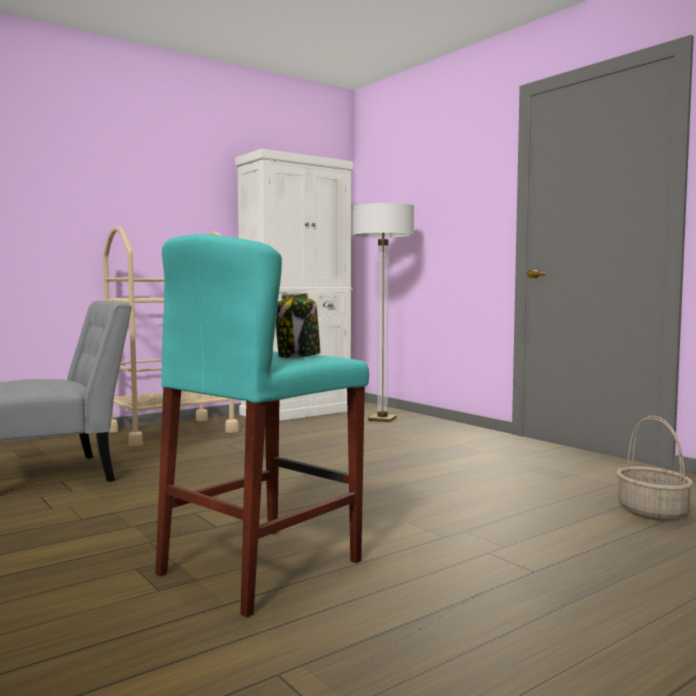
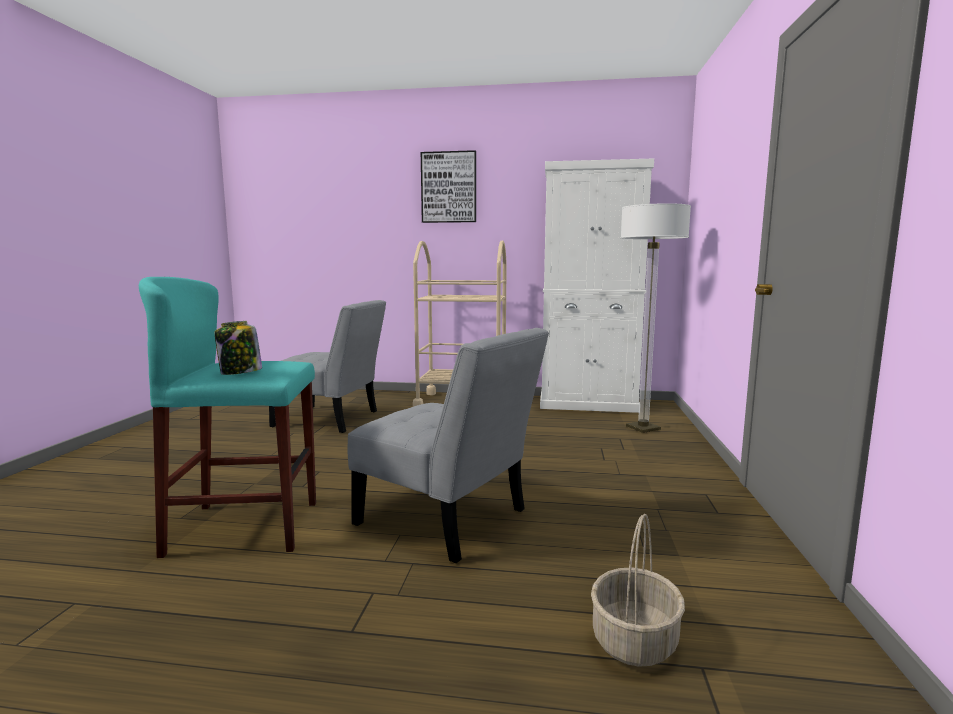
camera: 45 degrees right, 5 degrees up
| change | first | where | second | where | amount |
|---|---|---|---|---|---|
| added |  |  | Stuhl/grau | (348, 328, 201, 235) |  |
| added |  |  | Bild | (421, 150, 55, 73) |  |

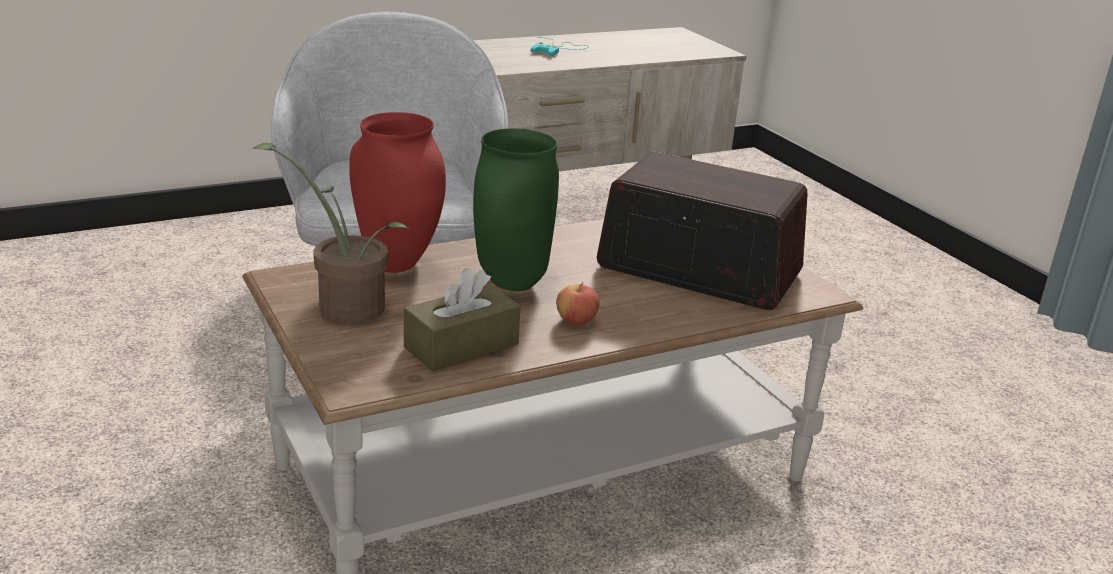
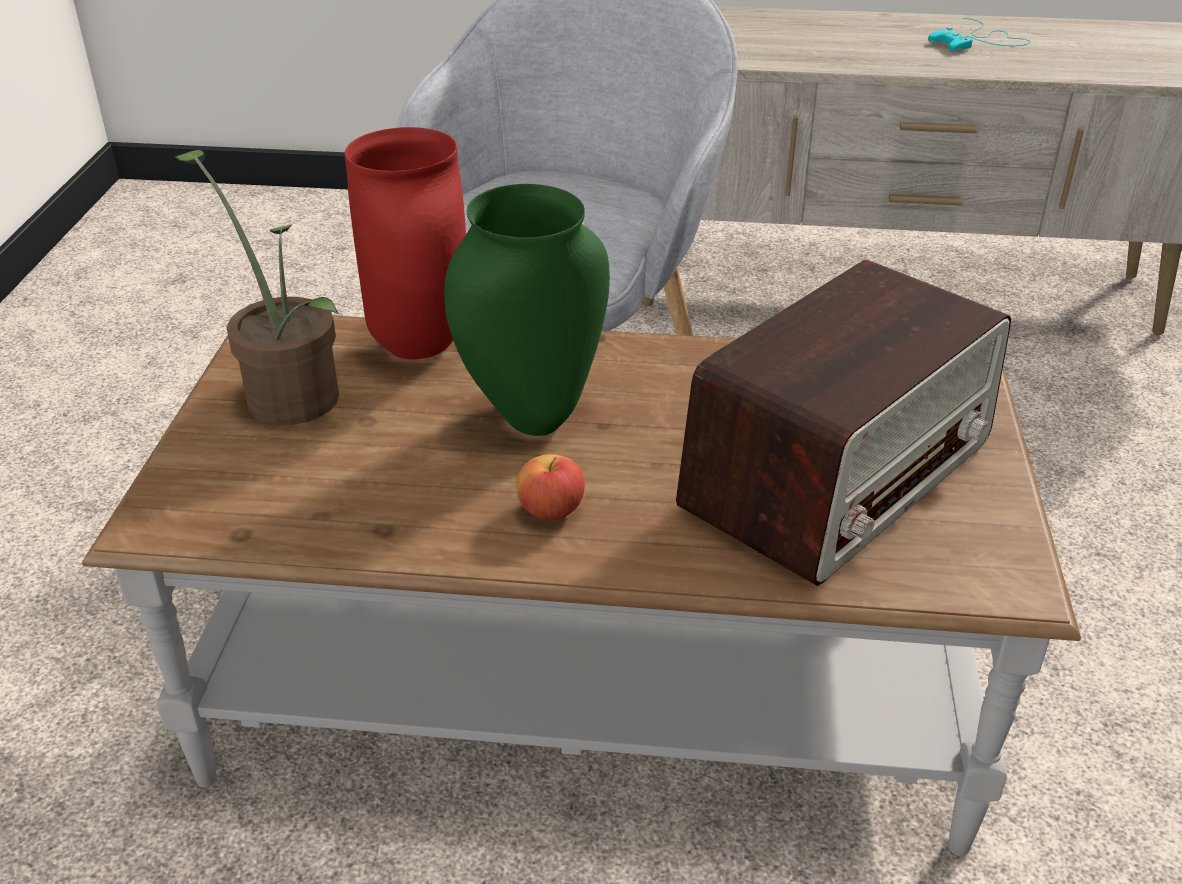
camera: 35 degrees right, 10 degrees up
| change | first | where | second | where | amount |
|---|---|---|---|---|---|
| removed | Taschentuchbox/braun | (404, 268, 117, 103) |  |  |  |
| turned | Radio | (597, 152, 211, 158) |  | (676, 260, 335, 326) | 75 degrees clockwise |

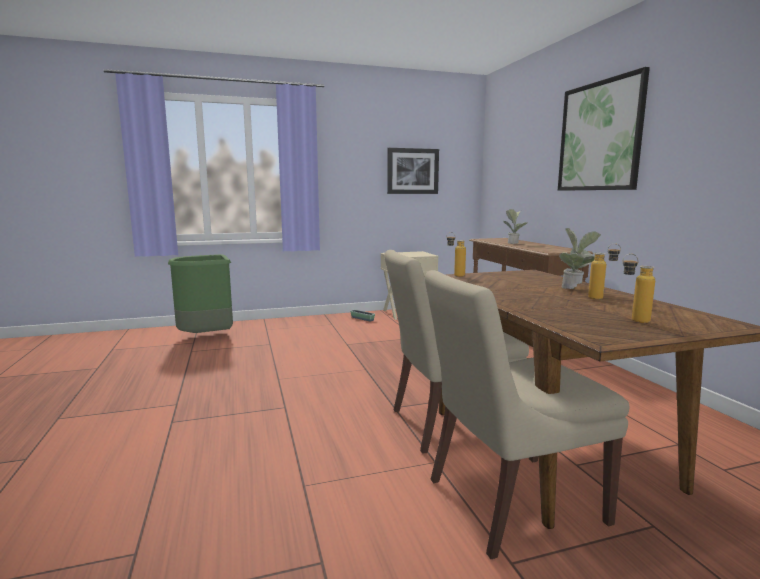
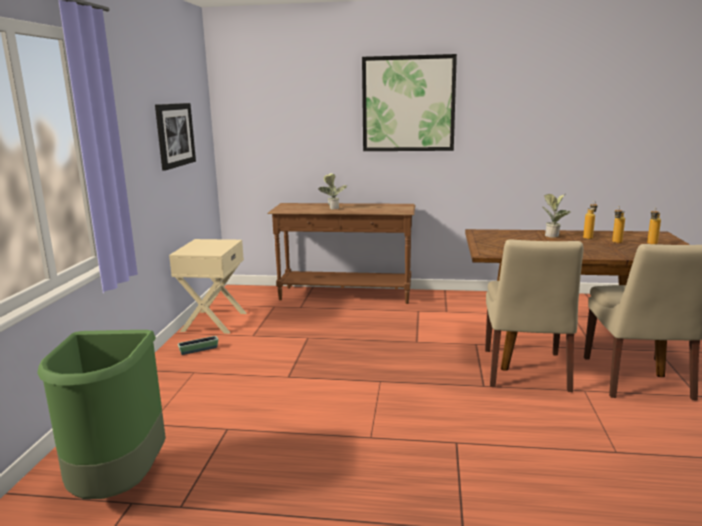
camera: 65 degrees left, 5 degrees up
| change | first | where | second | where | amount |
|---|---|---|---|---|---|
| moved | Flasche | (446, 232, 20, 45) |  | (612, 206, 13, 37) |  |

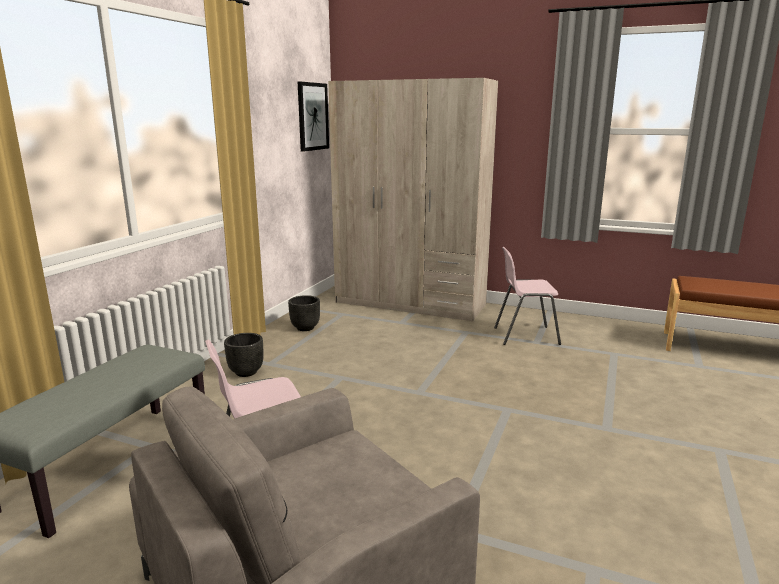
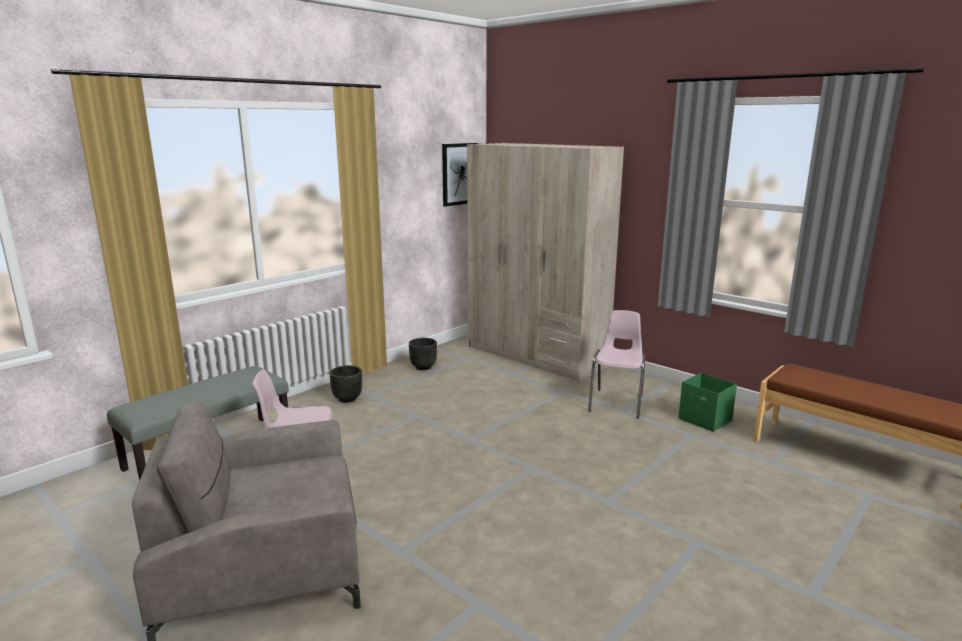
camera: 20 degrees right, 0 degrees up
| change | first | where | second | where | amount |
|---|---|---|---|---|---|
| added |  |  | Aufbewahrungsbox/grün | (678, 372, 59, 60) |  |
| turned | Stuhl/rosa | (494, 247, 67, 98) |  | (588, 310, 58, 108) | 90 degrees clockwise |

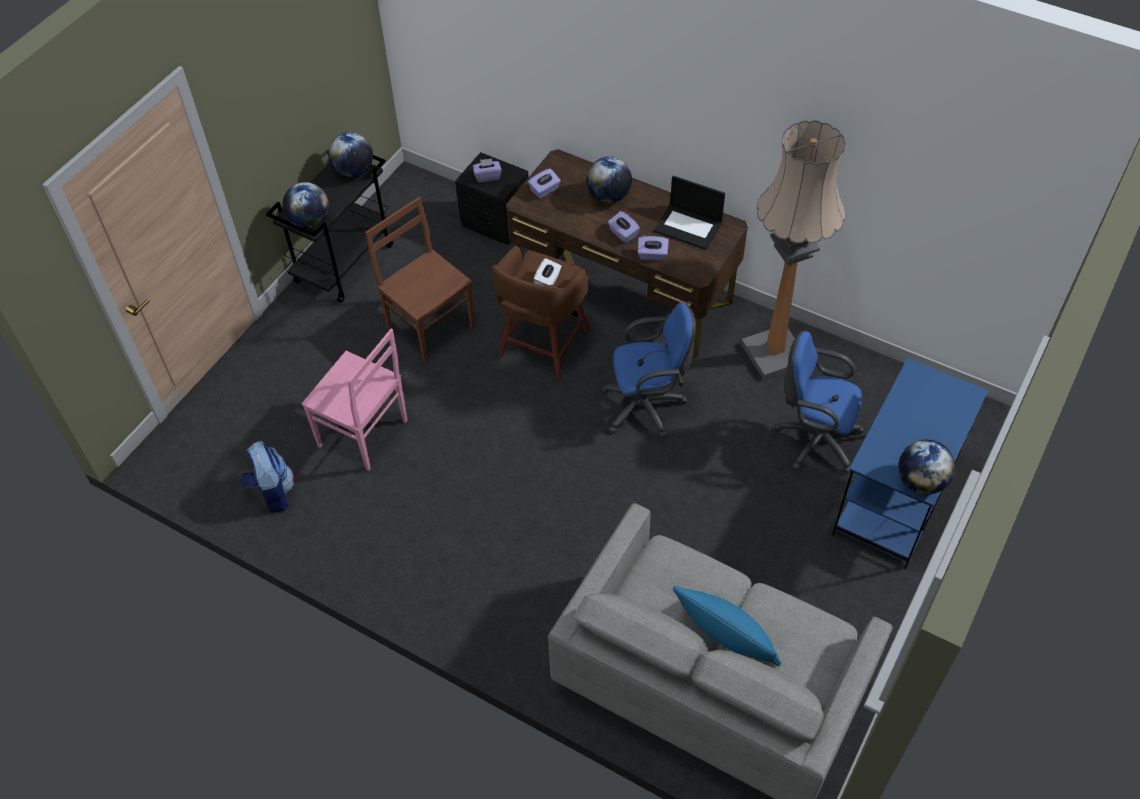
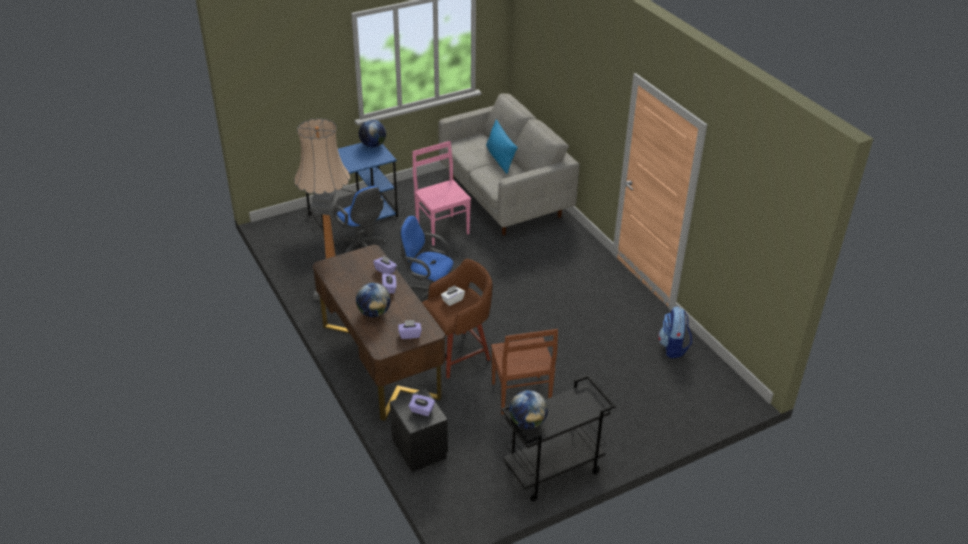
camera: 150 degrees left, 15 degrees down
| change | first | where | second | where | amount |
|---|---|---|---|---|---|
| removed | Globus | (282, 182, 47, 47) |  |  |  |
| removed | Laptop | (654, 176, 71, 74) |  |  |  |
| moved | Stuhl/rosa | (301, 328, 107, 143) |  | (412, 141, 59, 105) |  |

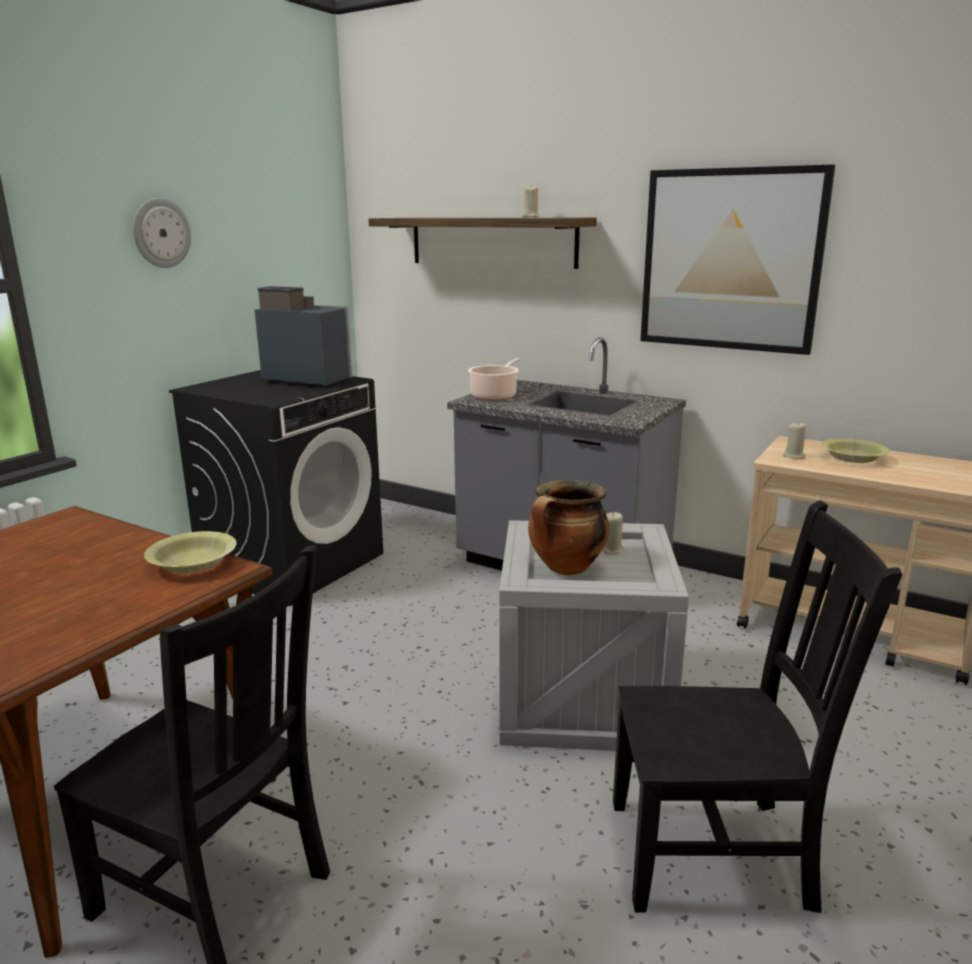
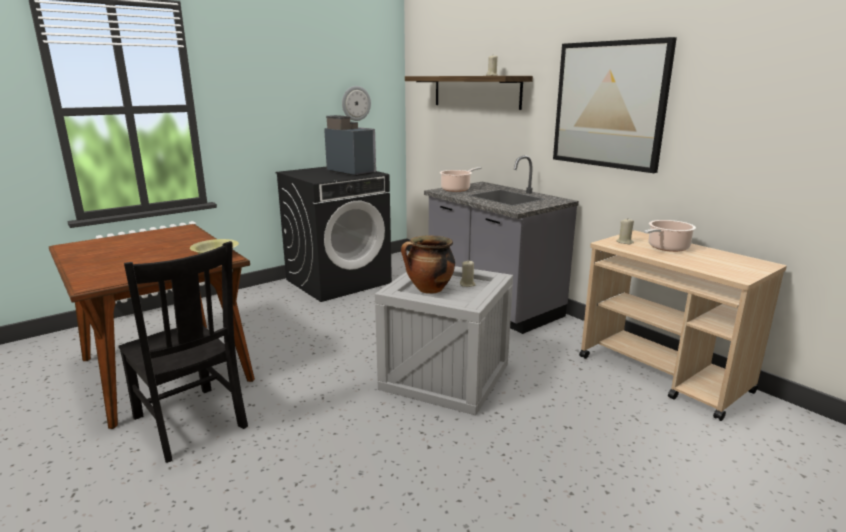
camera: 20 degrees right, 0 degrees up
| change | first | where | second | where | amount |
|---|---|---|---|---|---|
| removed | Stuhl/schwarz | (613, 501, 289, 412) |  |  |  |
| moved | Wanduhr | (133, 198, 58, 70) |  | (342, 86, 29, 35) |  |
| replaced | Schüssel/gelb | (821, 438, 69, 25) | Kochtopf | (644, 220, 52, 32) |  |

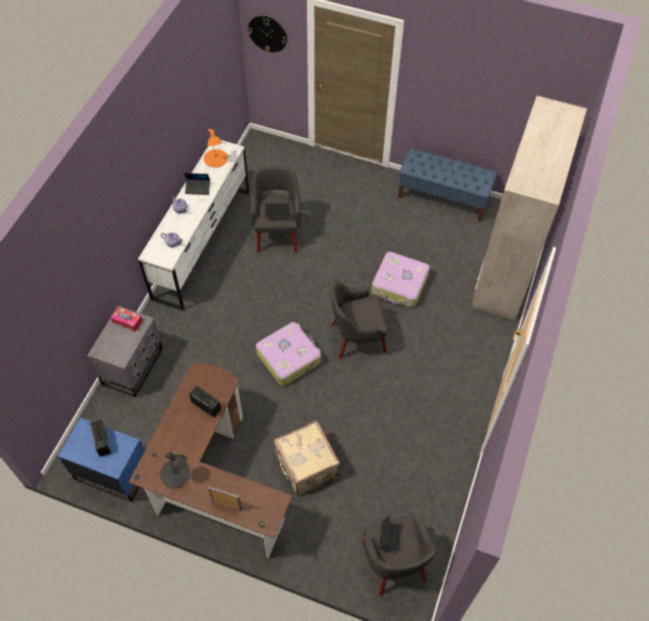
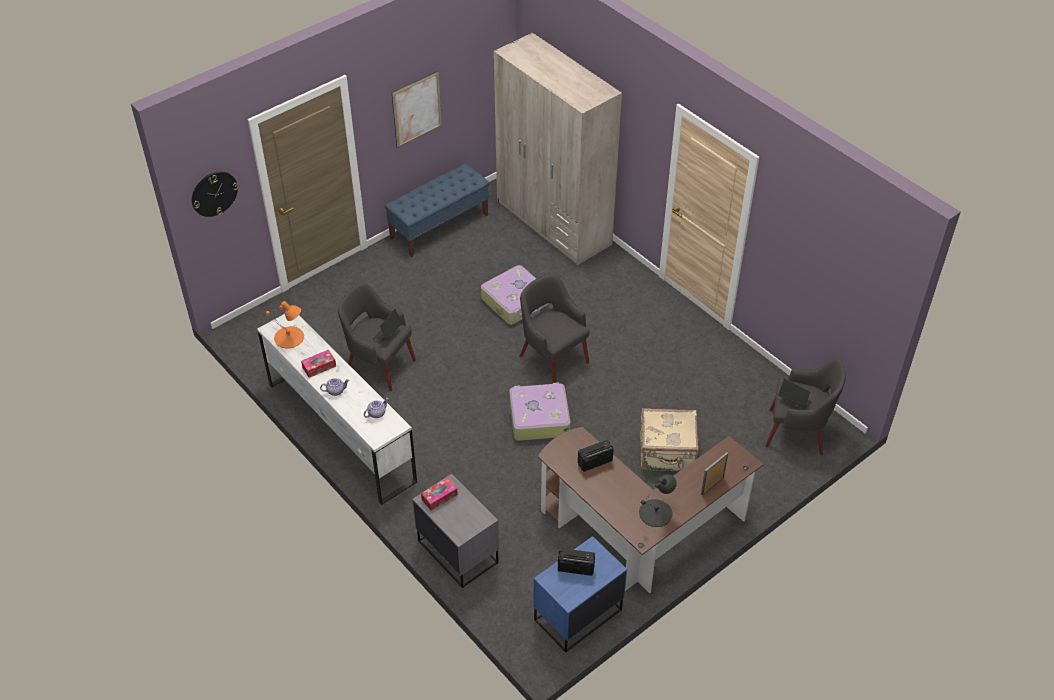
camera: 60 degrees left, 10 degrees down
| change | first | where | second | where | amount |
|---|---|---|---|---|---|
| added |  |  | Bild | (392, 71, 50, 77) |  |
| replaced | Laptop | (184, 173, 26, 22) | Taschentuchbox | (301, 350, 35, 28) |  |
| turned | Sessel/grau | (331, 280, 56, 79) |  | (520, 274, 69, 109) | 120 degrees clockwise |

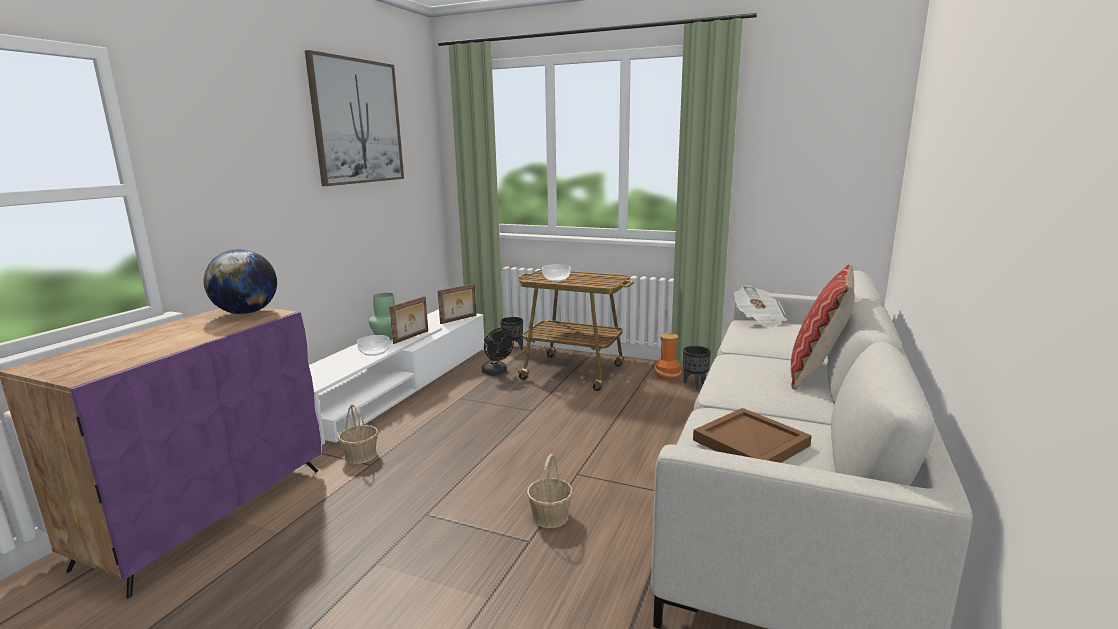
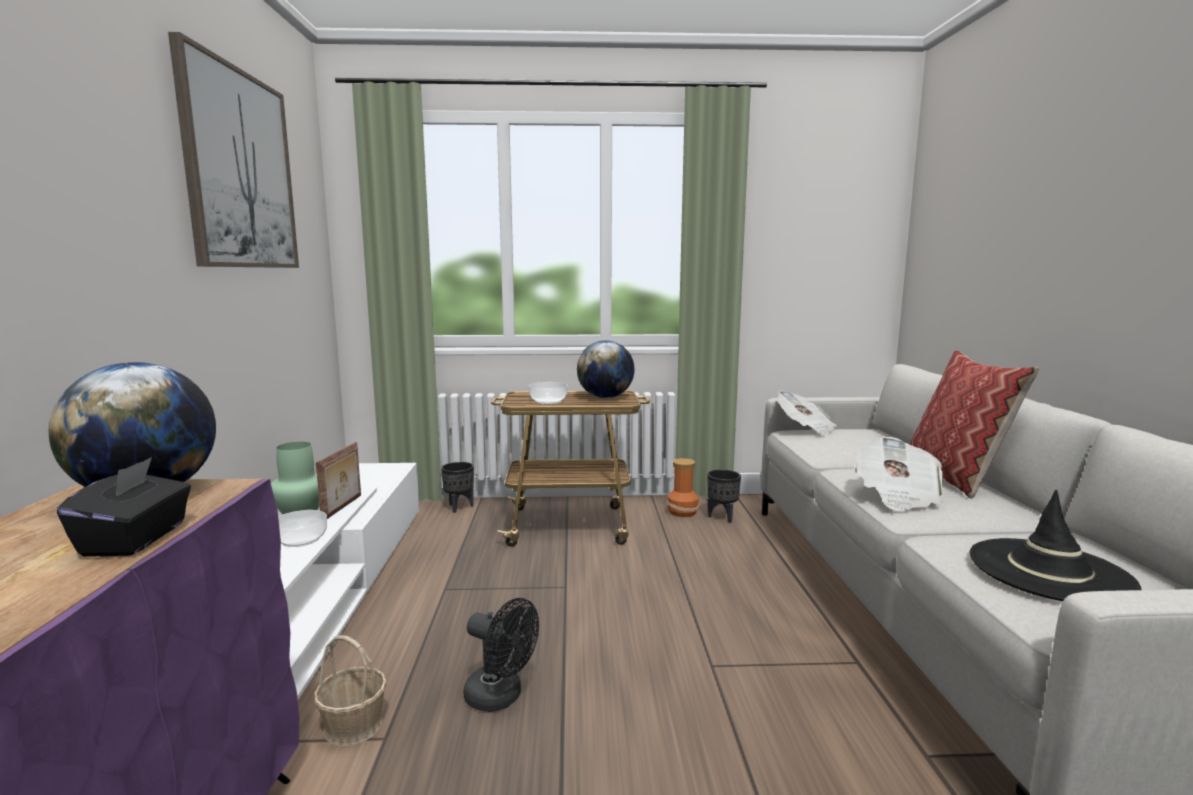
camera: 25 degrees left, 5 degrees down
| change | first | where | second | where | amount |
|---|---|---|---|---|---|
| removed | Bilderrahmen | (438, 284, 38, 40) |  |  |  |
| removed | Korb | (527, 454, 46, 74) |  |  |  |
| added |  |  | Taschentuchbox/schwarz | (57, 457, 134, 100) |  |
| added |  |  | Globus | (577, 340, 57, 58) |  |
| added |  |  | Zeitung | (855, 437, 89, 74) |  |
| moved | Ventilator/schwarz | (482, 328, 32, 47) |  | (464, 598, 75, 114) |  |
| replaced | Tablett/braun | (693, 408, 119, 55) | Hut/schwarz | (969, 490, 173, 111) |  |

